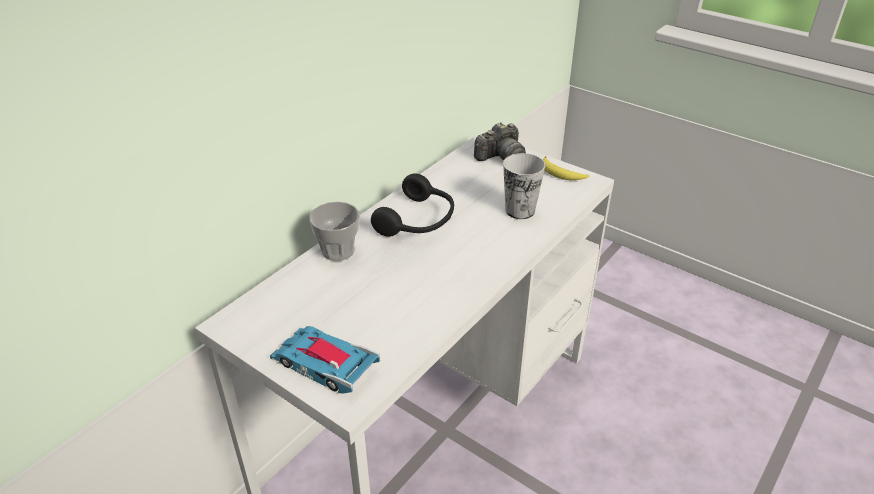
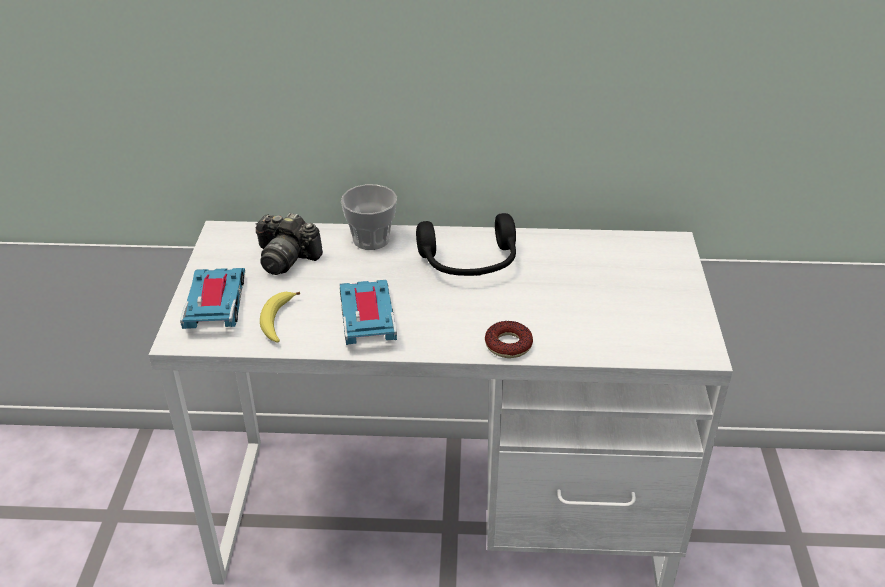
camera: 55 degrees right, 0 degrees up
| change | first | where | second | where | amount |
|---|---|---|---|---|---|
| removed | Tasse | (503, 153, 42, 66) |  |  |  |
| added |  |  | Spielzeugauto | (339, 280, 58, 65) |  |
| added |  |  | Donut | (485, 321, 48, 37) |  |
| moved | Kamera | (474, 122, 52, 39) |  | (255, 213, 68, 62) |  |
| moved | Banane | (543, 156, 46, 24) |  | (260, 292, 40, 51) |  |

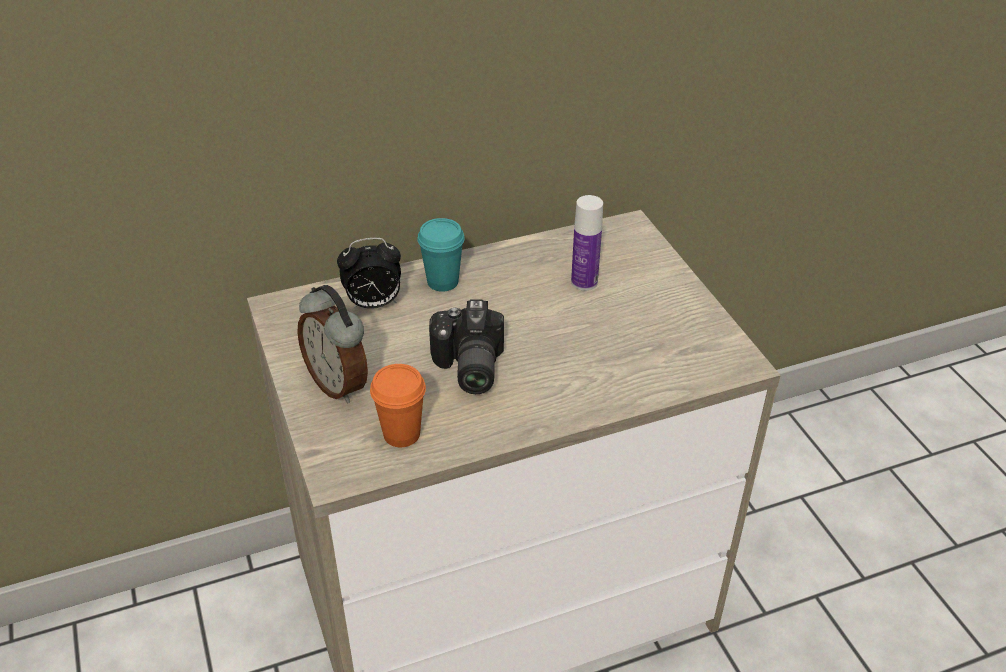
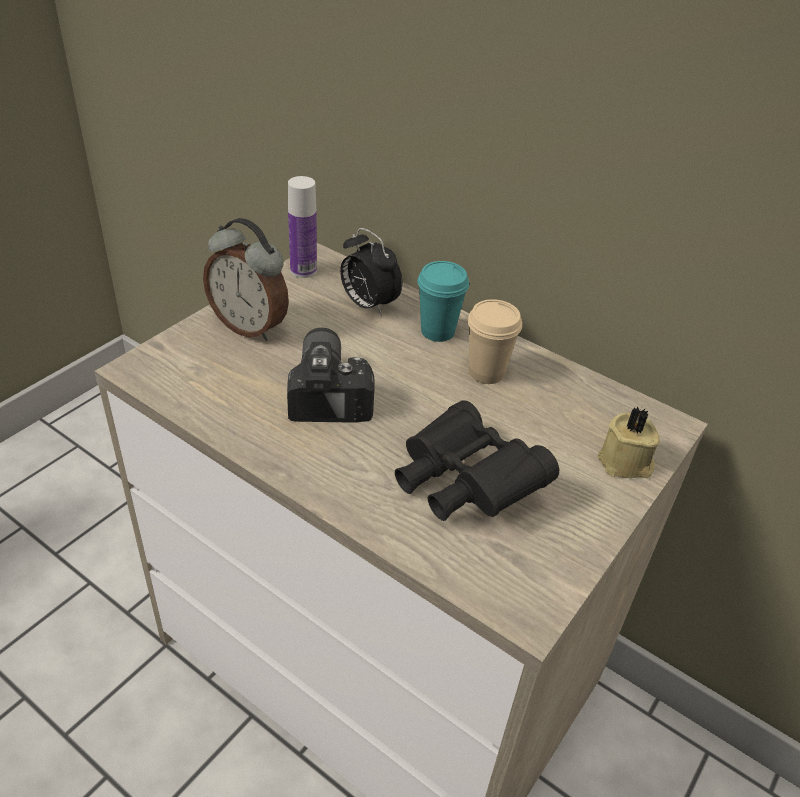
camera: 55 degrees right, 0 degrees up
| change | first | where | second | where | amount |
|---|---|---|---|---|---|
| removed | Tasse/orange | (370, 364, 56, 83) |  |  |  |
| added |  |  | Fernglas/schwarz | (395, 400, 164, 121) |  |
| added |  |  | Tasse/beige | (467, 299, 55, 85) |  |
| added |  |  | Kerze/beige | (598, 406, 62, 72) |  |
| moved | Flasche | (571, 195, 32, 96) |  | (288, 176, 29, 102) |  |
| turned | Wecker | (297, 285, 71, 119) |  | (203, 218, 86, 123) | 75 degrees counterclockwise |
| turned | Kamera | (429, 300, 75, 94) |  | (287, 328, 88, 95) | 120 degrees clockwise |

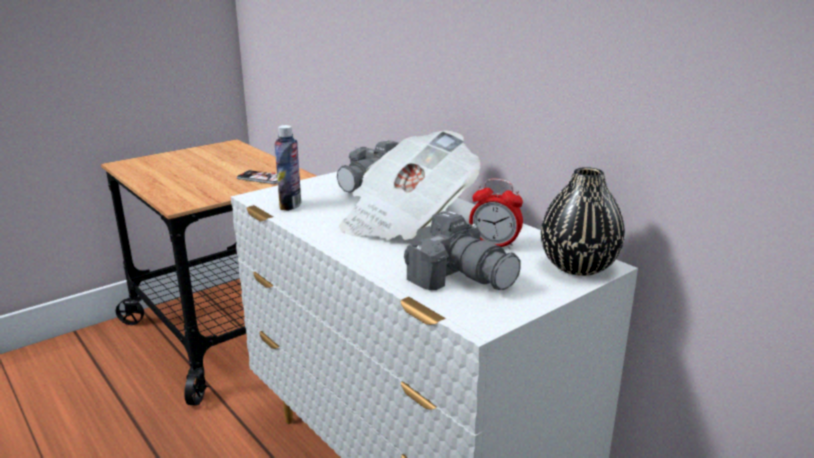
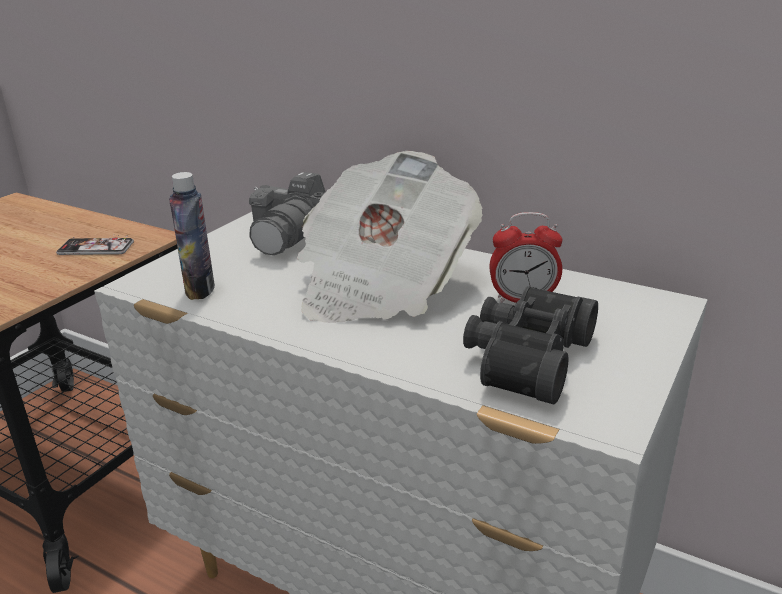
camera: 20 degrees left, 5 degrees up
| change | first | where | second | where | amount |
|---|---|---|---|---|---|
| removed | Vase/schwarz | (541, 167, 84, 109) |  |  |  |
| replaced | Kamera | (404, 211, 117, 79) | Fernglas/schwarz | (463, 286, 135, 118) |  |

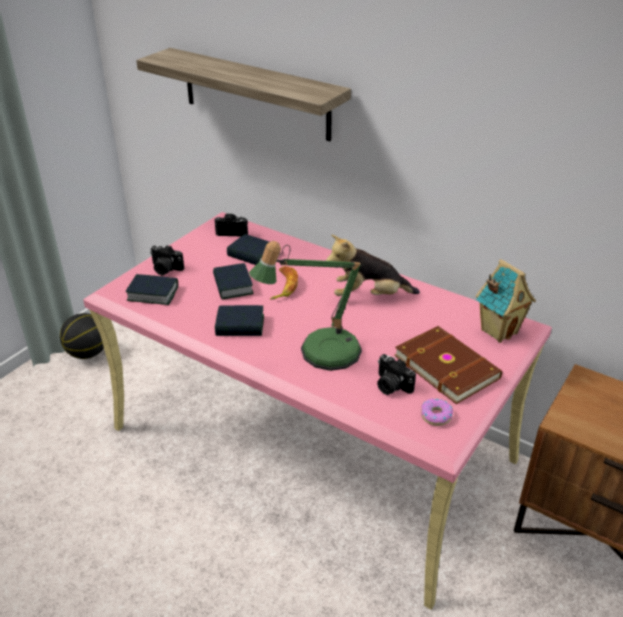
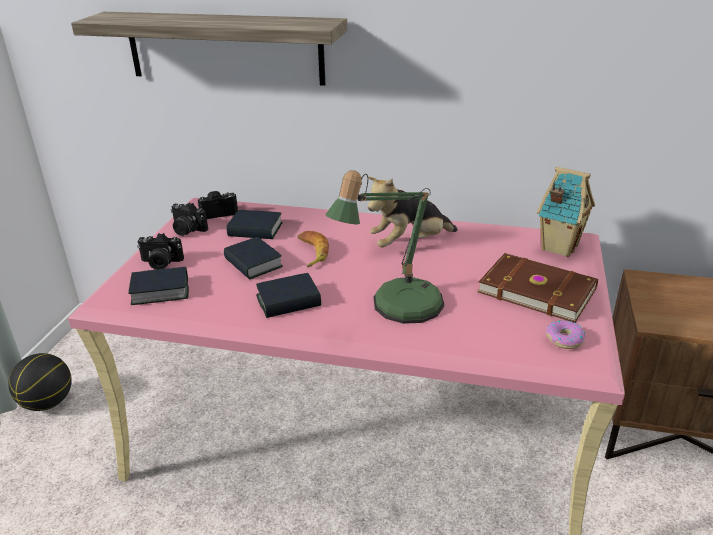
camera: 20 degrees left, 5 degrees down
| change | first | where | second | where | amount |
|---|---|---|---|---|---|
| moved | Kamera | (377, 354, 39, 41) |  | (171, 202, 37, 34) |  |

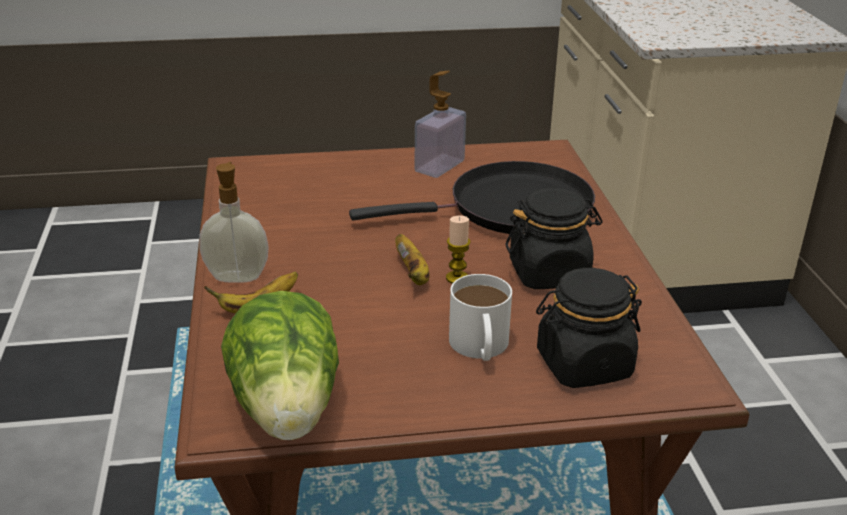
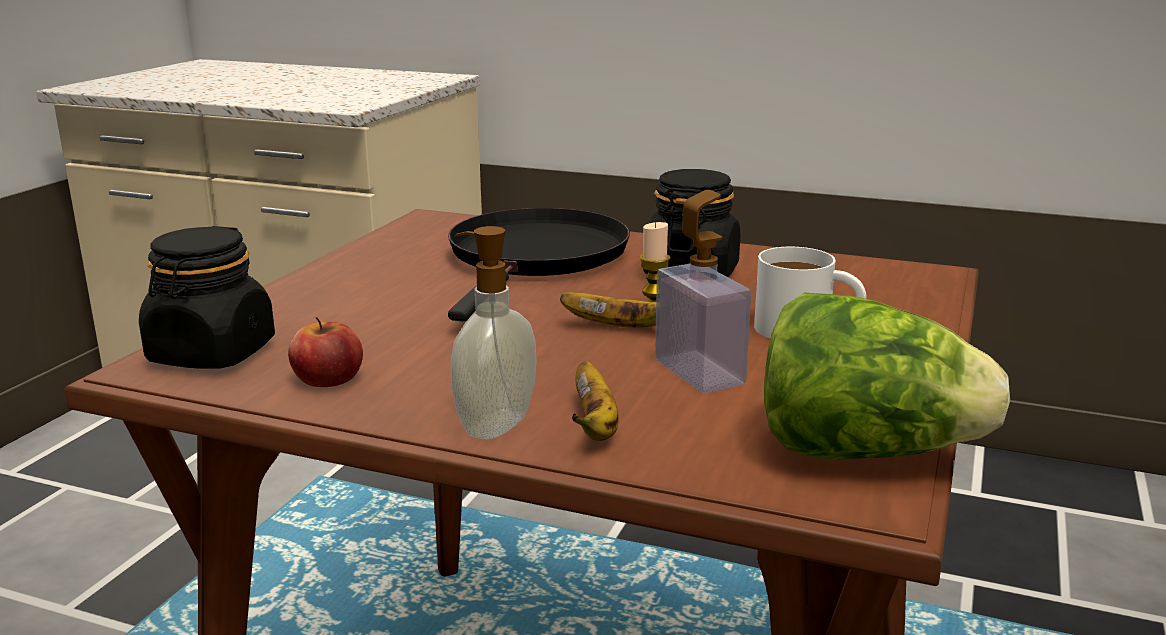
camera: 60 degrees left, 10 degrees down
| change | first | where | second | where | amount |
|---|---|---|---|---|---|
| added |  |  | Apfel | (288, 317, 75, 70) |  |
| moved | Seifenspender | (414, 71, 52, 107) |  | (655, 190, 96, 203) |  |
| moved | Vorratsglas/schwarz | (536, 268, 106, 120) |  | (139, 226, 136, 143) |  |

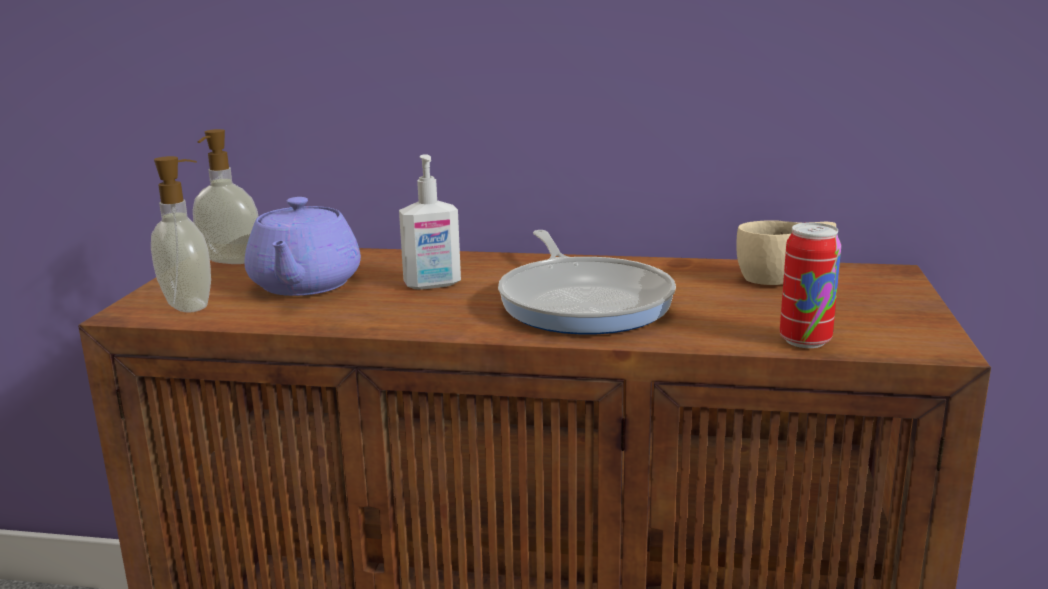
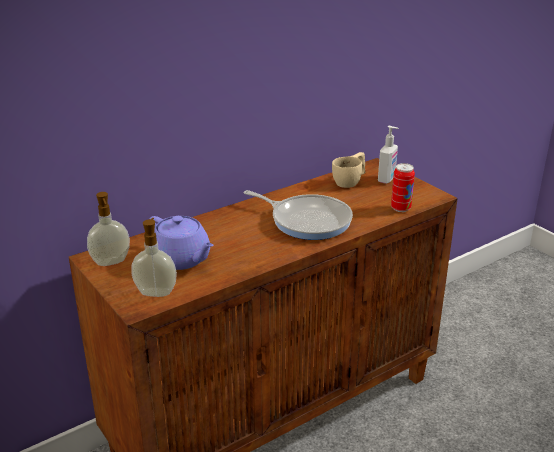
camera: 45 degrees left, 10 degrees up
| change | first | where | second | where | amount |
|---|---|---|---|---|---|
| moved | Seifenspender | (399, 154, 62, 136) |  | (378, 126, 21, 58) |  |

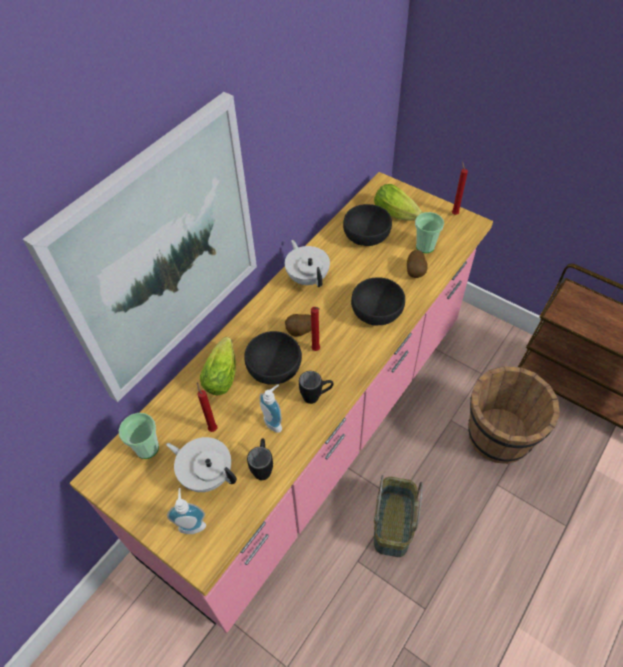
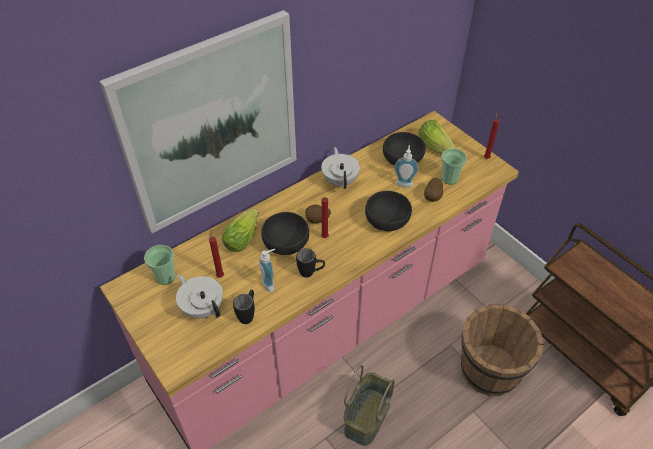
camera: 15 degrees right, 5 degrees down
| change | first | where | second | where | amount |
|---|---|---|---|---|---|
| moved | Seifenspender | (167, 488, 39, 46) |  | (394, 145, 25, 42) |  |

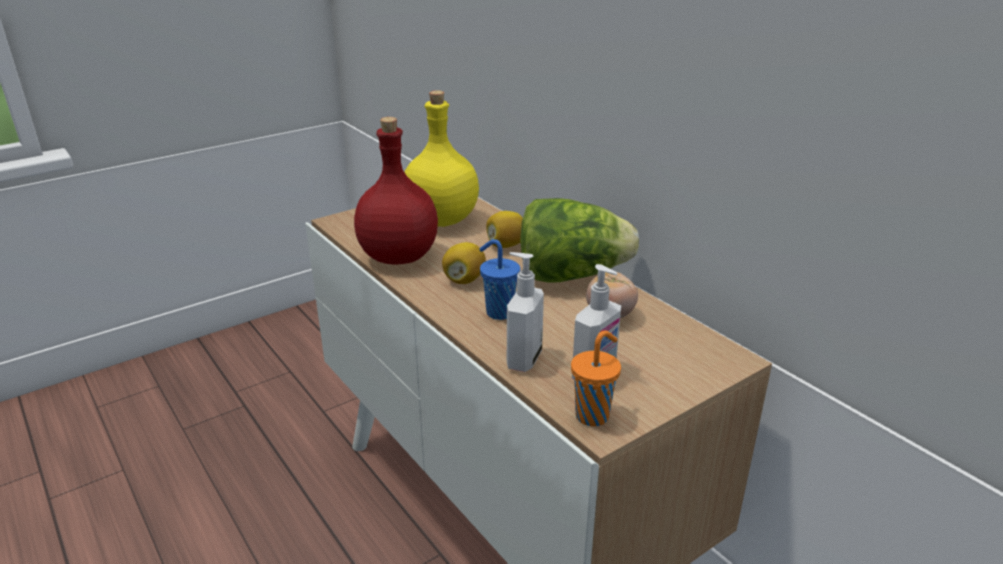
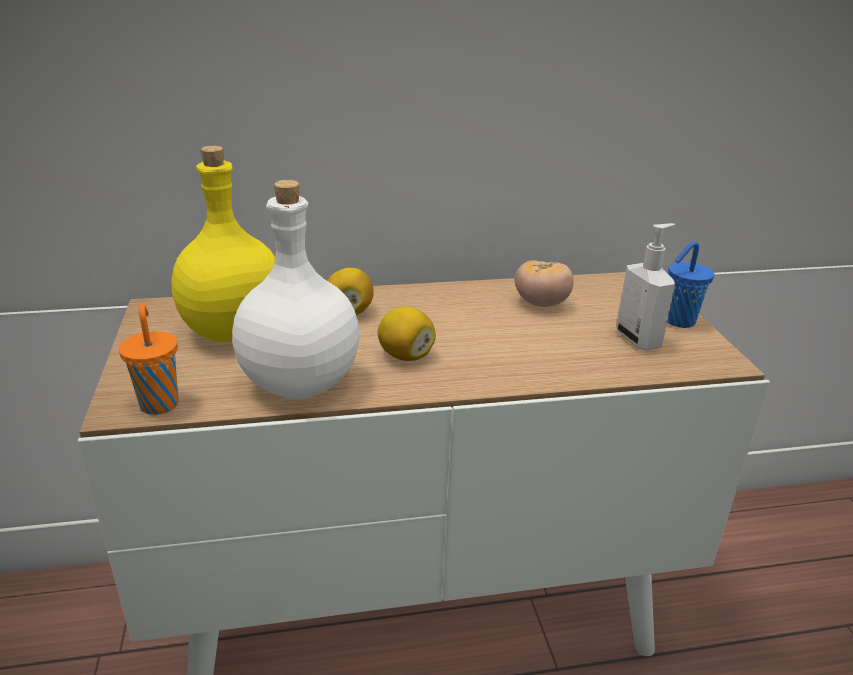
camera: 65 degrees left, 0 degrees up
| change | first | where | second | where | amount |
|---|---|---|---|---|---|
| removed | Seifenspender | (507, 252, 37, 120) |  |  |  |
| removed | Salatkopf | (520, 198, 119, 85) |  |  |  |
| moved | Tasse/blau | (479, 239, 41, 81) |  | (667, 241, 47, 87) |  |
| moved | Tasse/orange | (571, 331, 50, 96) |  | (119, 304, 59, 111) |  |
| recoloured | Flasche/rot | (354, 117, 84, 147) | Flasche/weiß | (232, 180, 128, 219) |  |

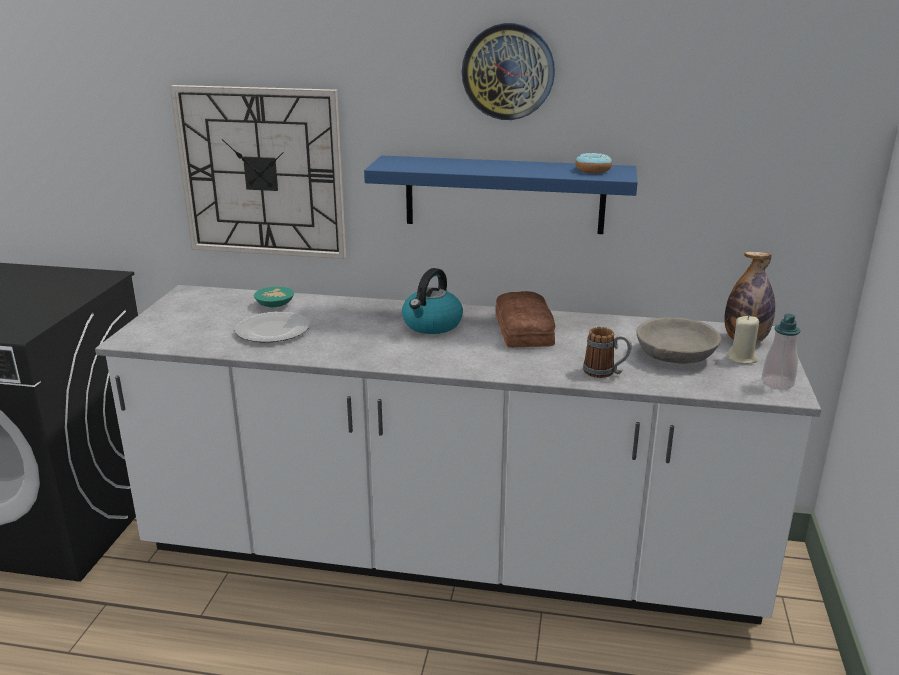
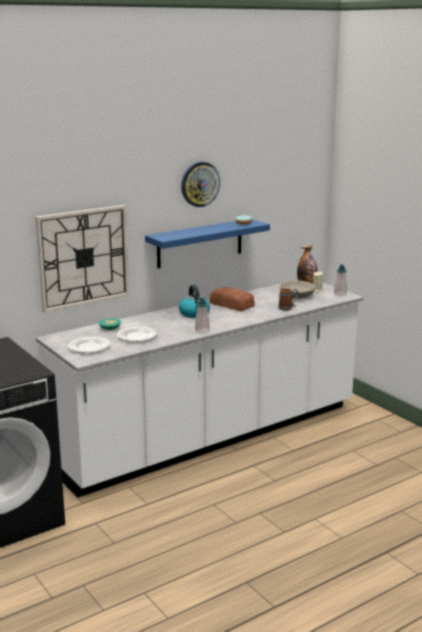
camera: 45 degrees left, 5 degrees down
| change | first | where | second | where | amount |
|---|---|---|---|---|---|
| added |  |  | Teller | (68, 337, 42, 16) |  |
| added |  |  | Seifenspender | (195, 297, 15, 36) |  |

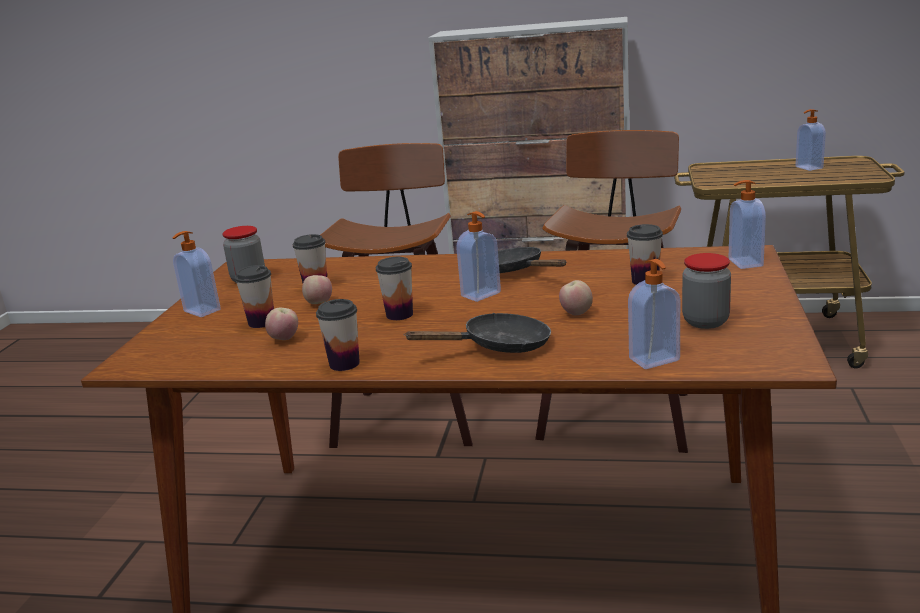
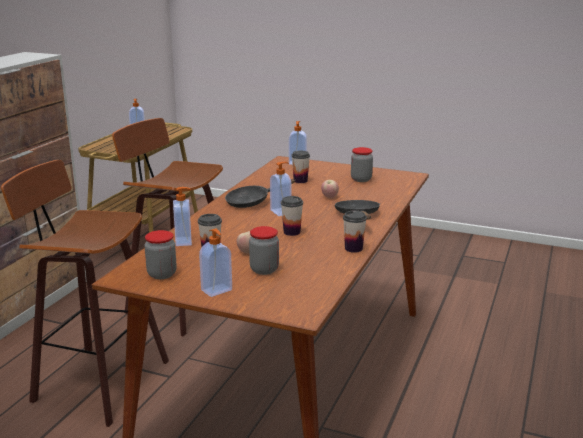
camera: 80 degrees left, 0 degrees up
| change | first | where | second | where | amount |
|---|---|---|---|---|---|
| removed | Apfel | (265, 308, 33, 32) |  |  |  |
| moved | Seifenspender | (628, 259, 52, 110) |  | (173, 187, 19, 59) |  |
| replaced | Tasse | (235, 265, 39, 63) | Vorratsglas | (249, 226, 30, 49) |  |

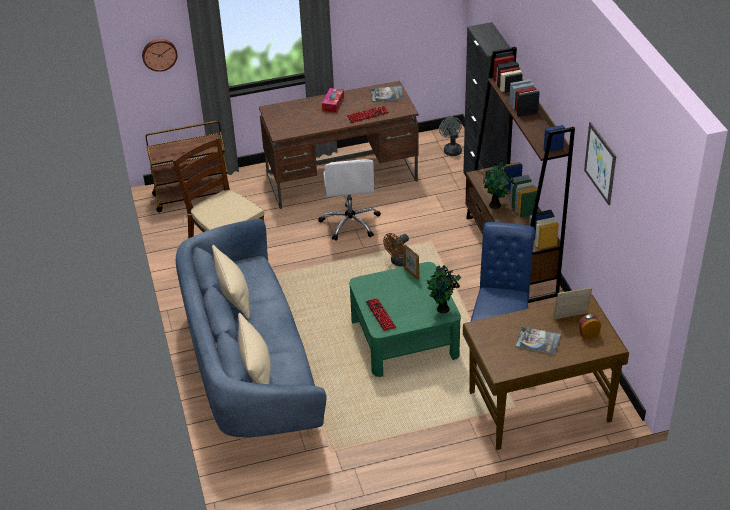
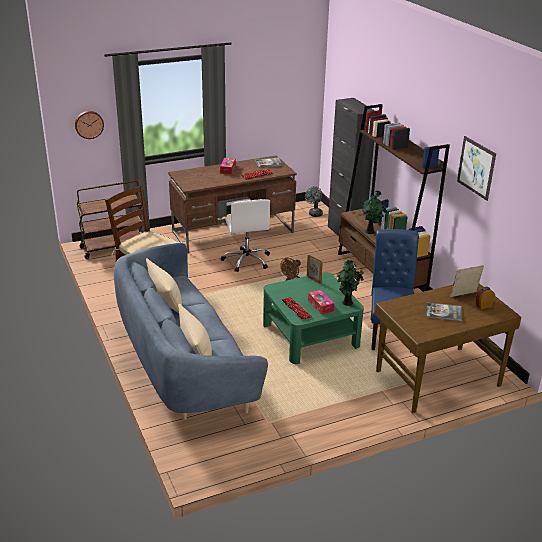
camera: 10 degrees left, 10 degrees down
| change | first | where | second | where | amount |
|---|---|---|---|---|---|
| added |  |  | Taschentuchbox | (308, 290, 27, 25) |  |

